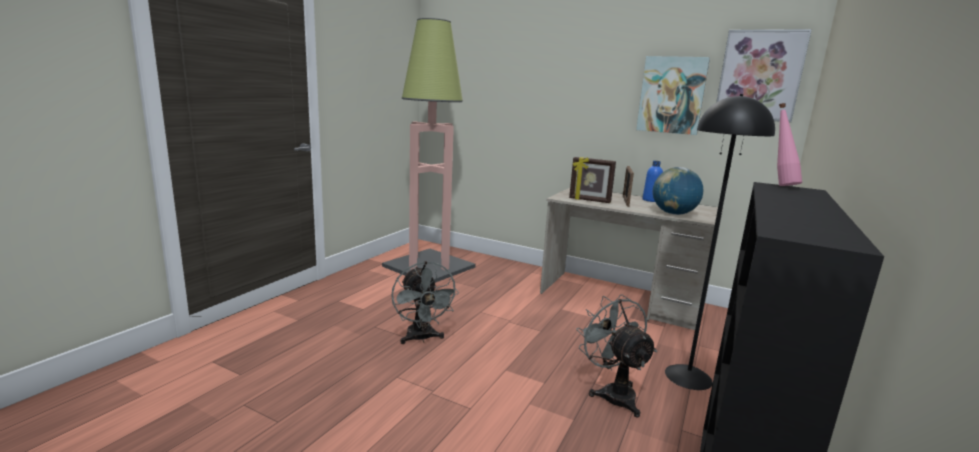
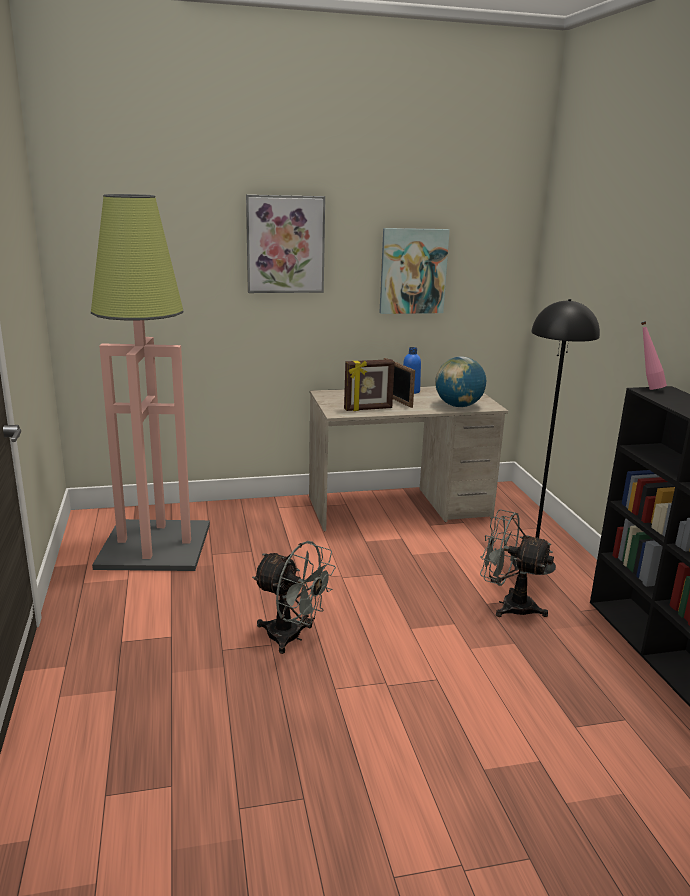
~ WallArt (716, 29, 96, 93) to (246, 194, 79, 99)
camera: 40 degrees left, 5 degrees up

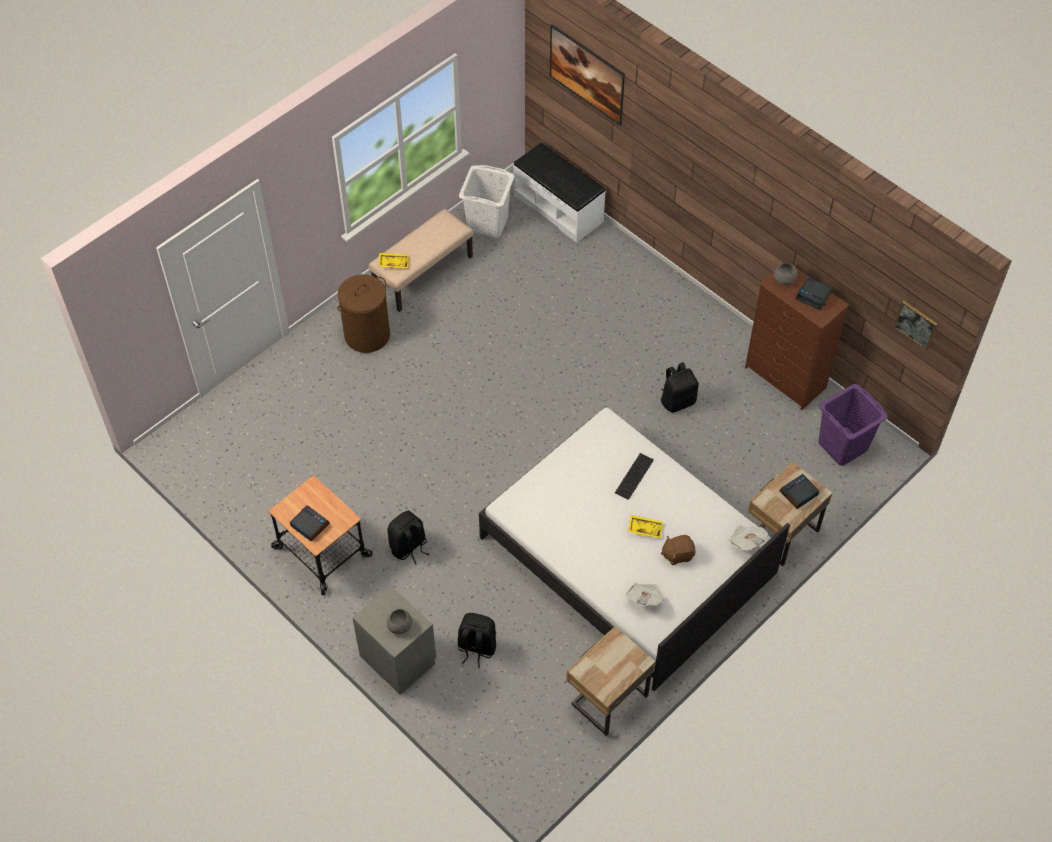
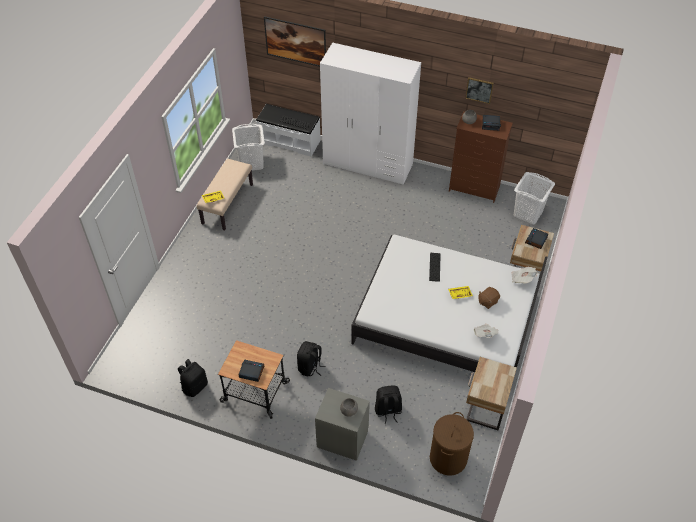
~ BrownishHamper (337, 274, 53, 79) to (430, 412, 44, 64)
~ WallArt (894, 301, 43, 49) to (465, 77, 29, 27)
~ BlackKnapsack (661, 362, 38, 51) to (178, 359, 30, 38)
~ PurpleColouredHamper (818, 384, 70, 82) to WhiteHamper (514, 172, 41, 52)
+ WhiteArmoire (320, 42, 101, 143)
camera: 25 degrees left, 5 degrees down

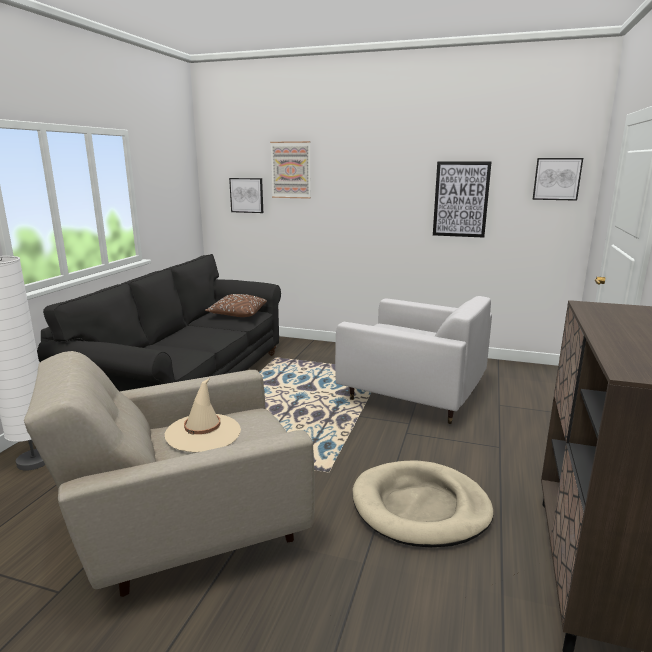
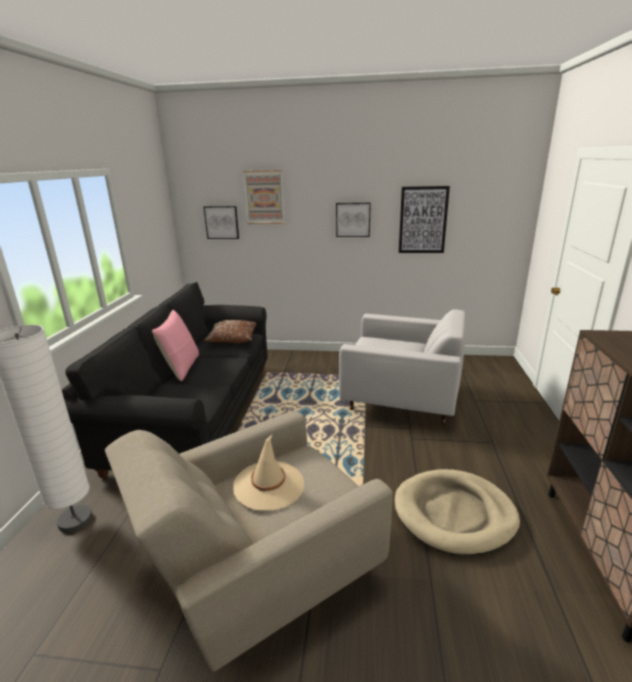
~ WallArt (533, 158, 50, 43) to (336, 203, 35, 34)
+ PinkishPillow (152, 310, 47, 72)
camera: 10 degrees left, 5 degrees up

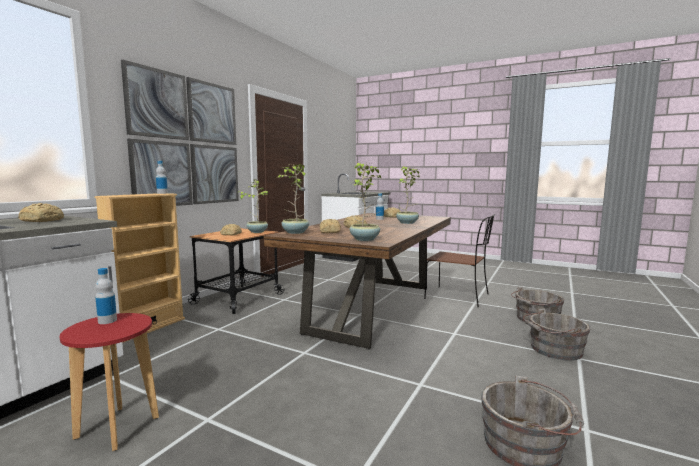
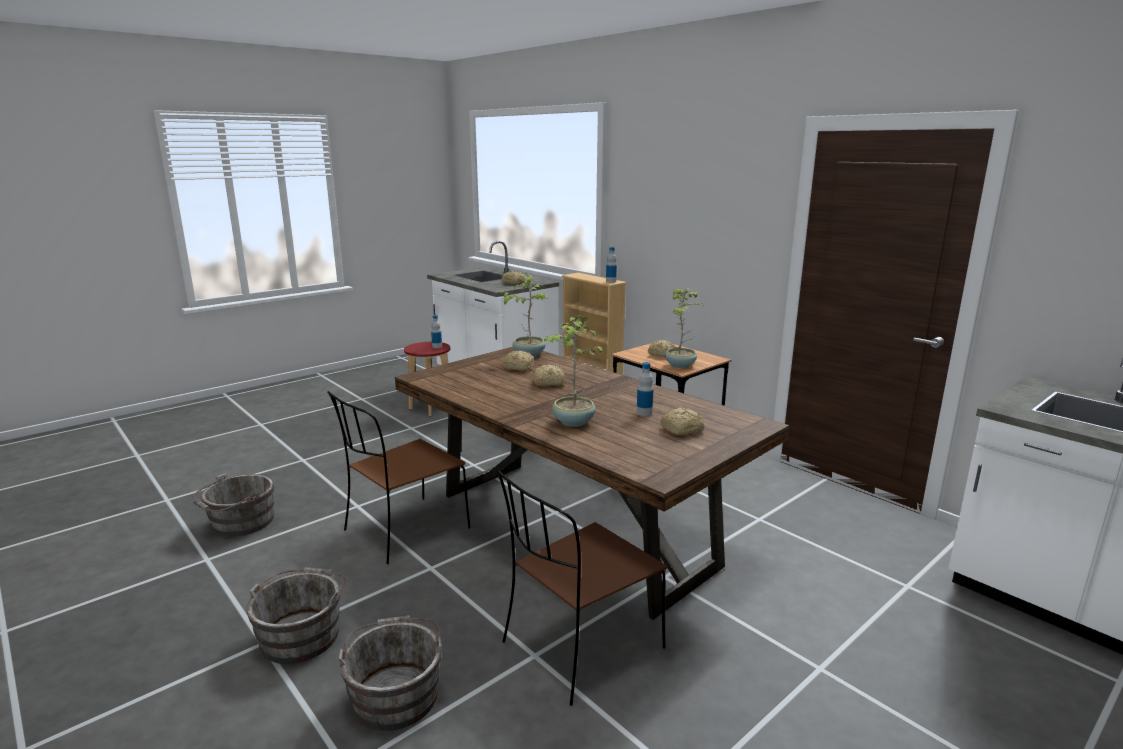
- WallArt (121, 60, 118, 146)
- PlantInAPot (350, 163, 32, 78)
+ BrownishPlainChair (327, 391, 143, 173)
camera: 110 degrees right, 10 degrees up

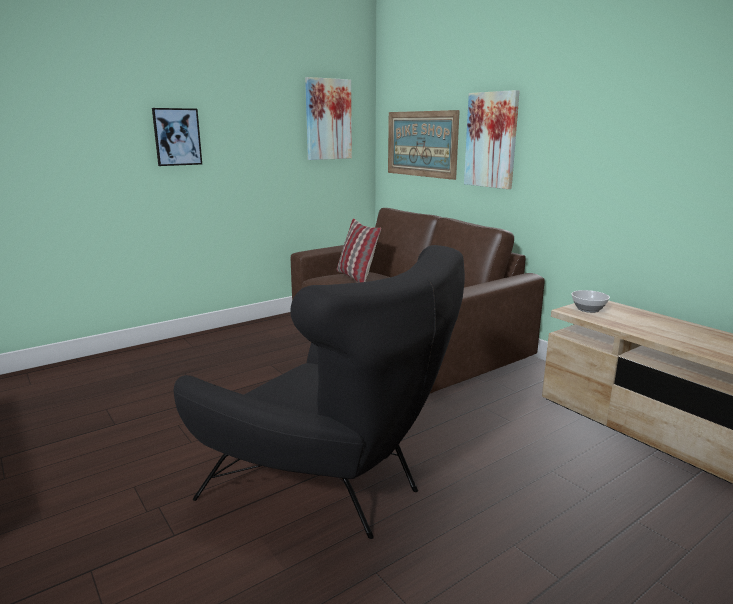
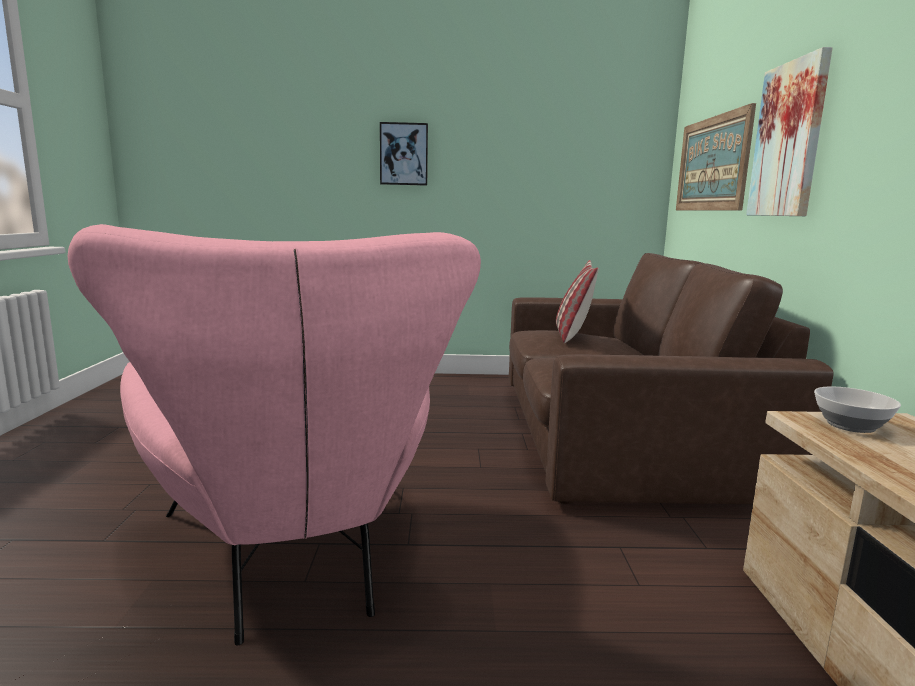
- WallArt (305, 77, 47, 83)
~ BlackArmchair (174, 245, 291, 294) to PinkishArmchair (67, 224, 414, 421)
camera: 35 degrees right, 5 degrees down

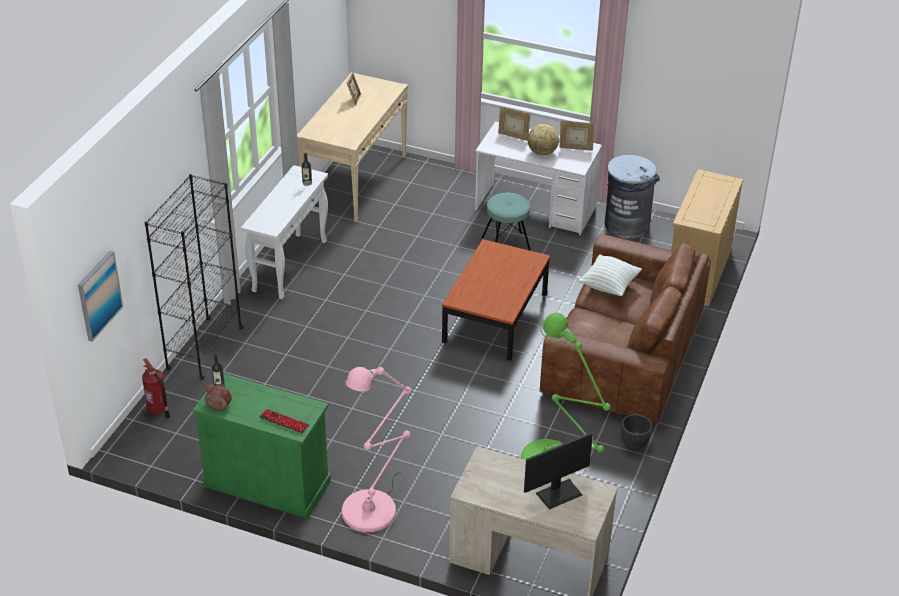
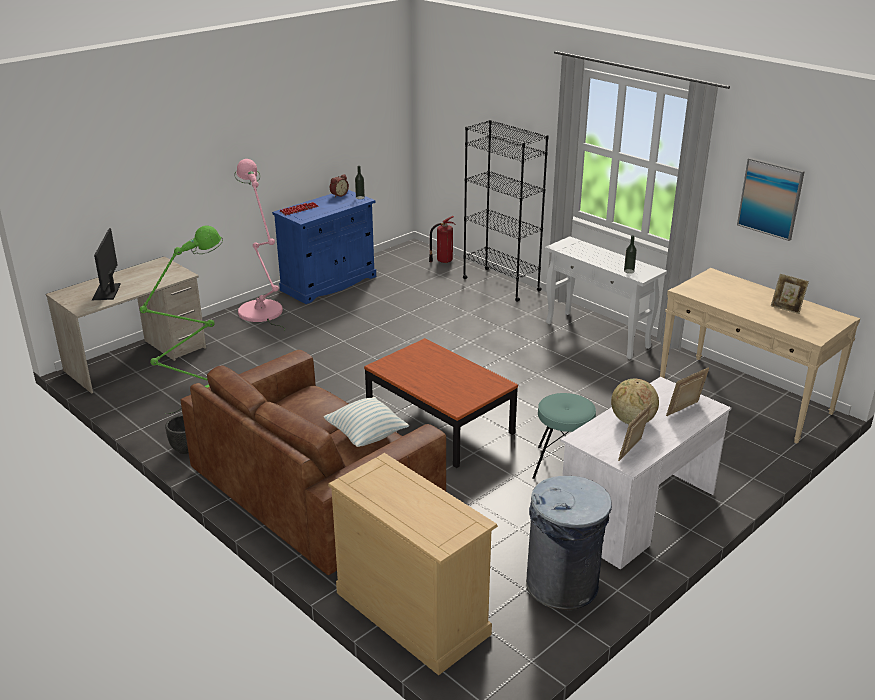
~ WallArt (78, 251, 45, 91) to (737, 158, 68, 83)
~ GreenishStorageCabinet (193, 374, 138, 145) to BlueStorageCabinet (272, 190, 104, 114)
camera: 115 degrees right, 10 degrees down

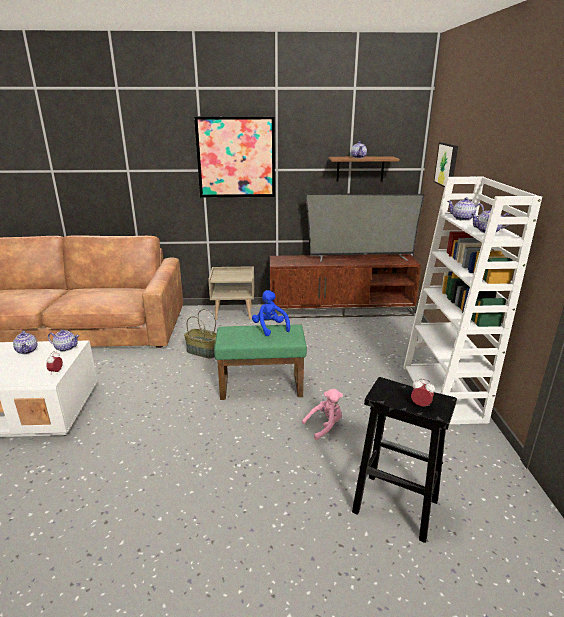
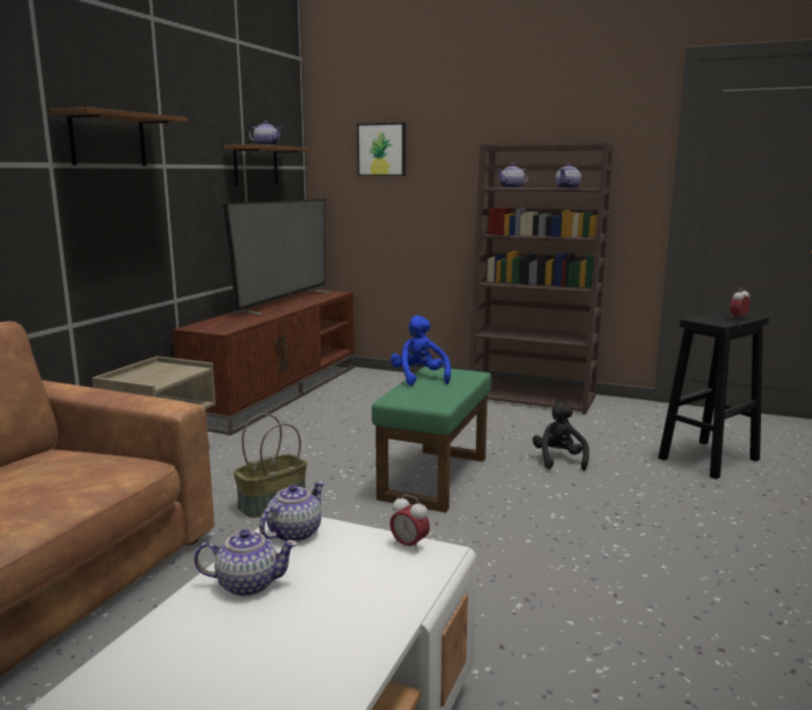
~ WallArt (194, 116, 81, 82) to Shelf (50, 107, 137, 59)
~ WhiteBookcase (403, 177, 139, 247) to BrownishBookcase (469, 142, 144, 273)
~ BlueCuddlyToy (252, 290, 38, 46) = (390, 315, 61, 71) 75 degrees clockwise
~ PinkishCuddlyToy (302, 389, 41, 51) to BlackCuddlyToy (533, 401, 56, 70)
camera: 65 degrees left, 10 degrees down

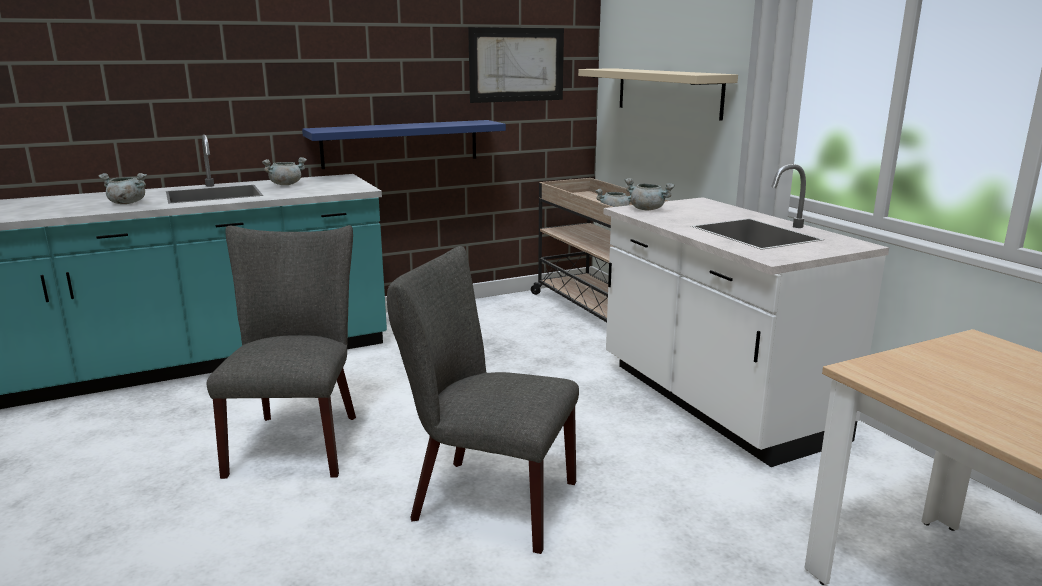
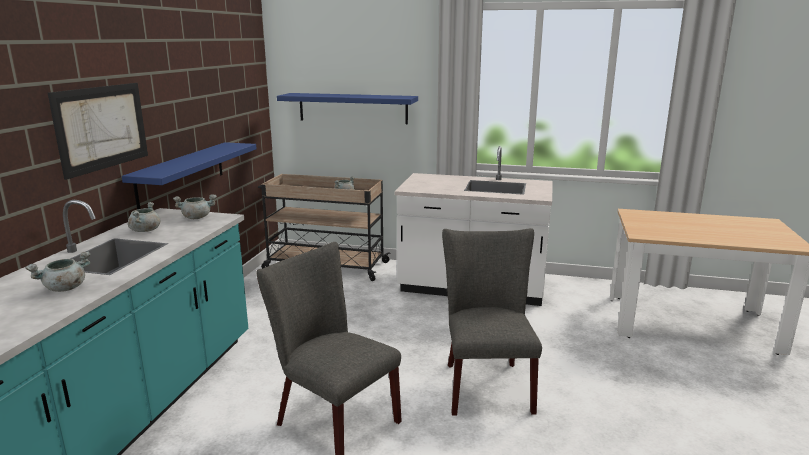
~ WallArt (468, 27, 96, 76) to (48, 83, 100, 97)
~ BeigeShelf (578, 68, 160, 53) to BlueShelf (277, 93, 141, 31)
~ GrayCookingPot (625, 178, 50, 32) to (173, 194, 44, 25)
~ GrayPlainChair (387, 246, 192, 308) = (442, 228, 100, 188) 120 degrees clockwise
camera: 50 degrees left, 0 degrees up

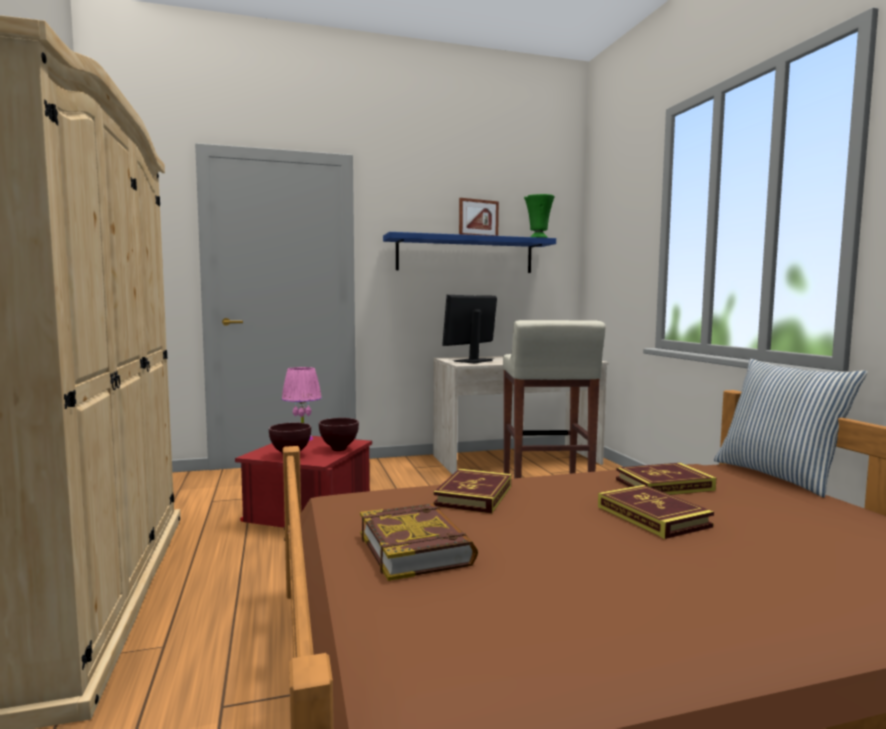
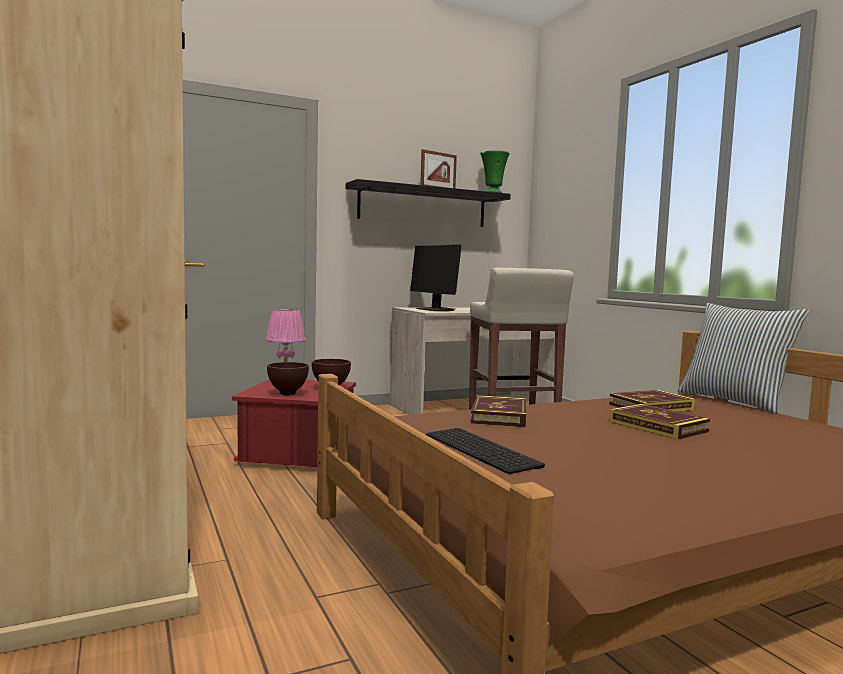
~ BlueShelf (383, 232, 173, 41) to BlackShelf (346, 179, 165, 48)
~ ComputerScreen (442, 295, 55, 68) = (410, 244, 51, 67) 60 degrees counterclockwise
~ BoundBook (360, 503, 118, 78) to PcKeyboard (426, 428, 119, 46)
camera: 10 degrees left, 0 degrees up

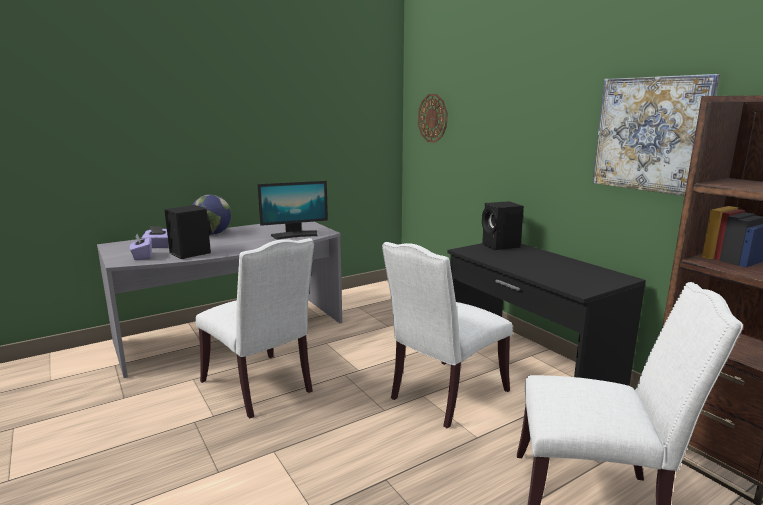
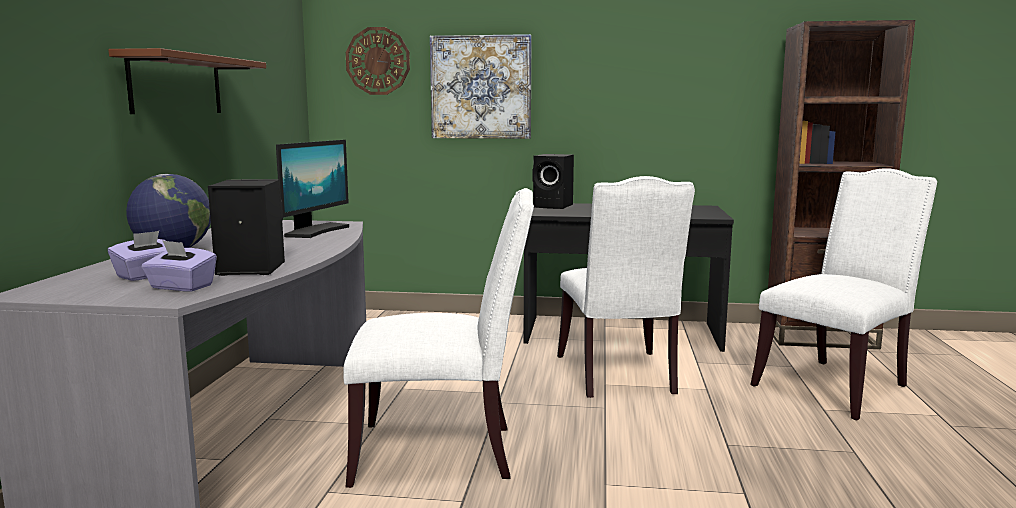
~ WallArt (592, 74, 128, 122) to (430, 34, 102, 105)
+ BrownishShelf (108, 48, 158, 66)
camera: 50 degrees left, 5 degrees down

